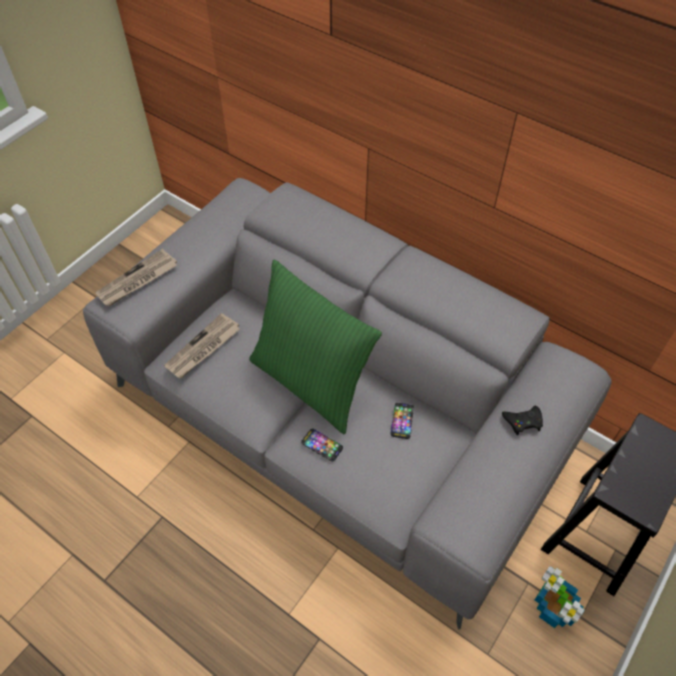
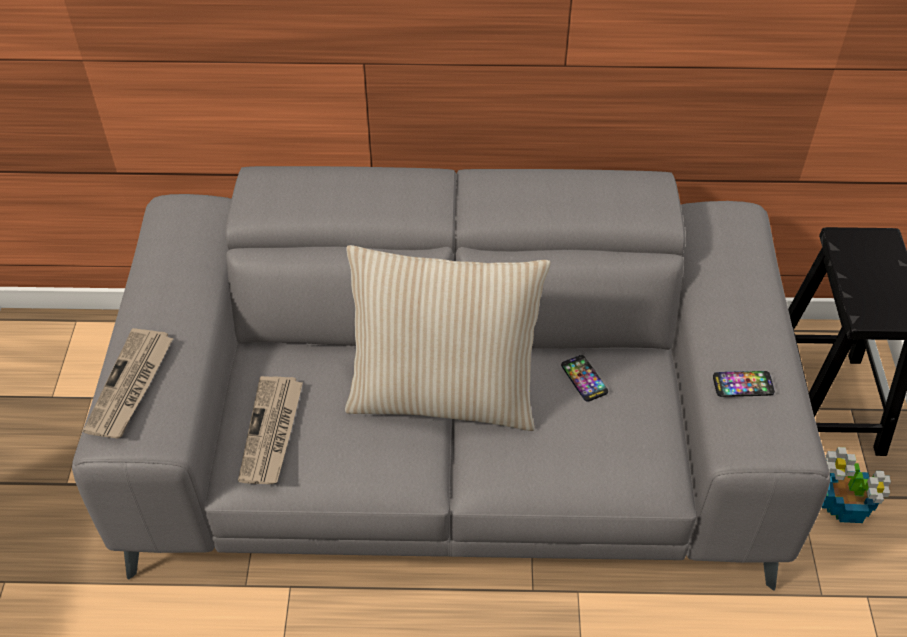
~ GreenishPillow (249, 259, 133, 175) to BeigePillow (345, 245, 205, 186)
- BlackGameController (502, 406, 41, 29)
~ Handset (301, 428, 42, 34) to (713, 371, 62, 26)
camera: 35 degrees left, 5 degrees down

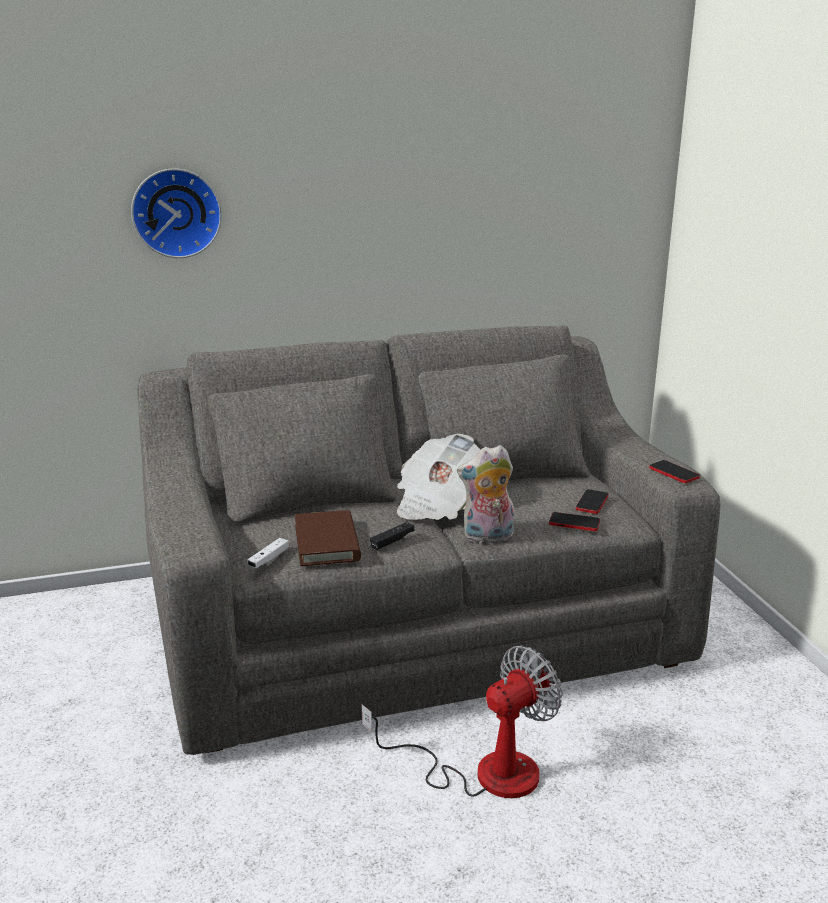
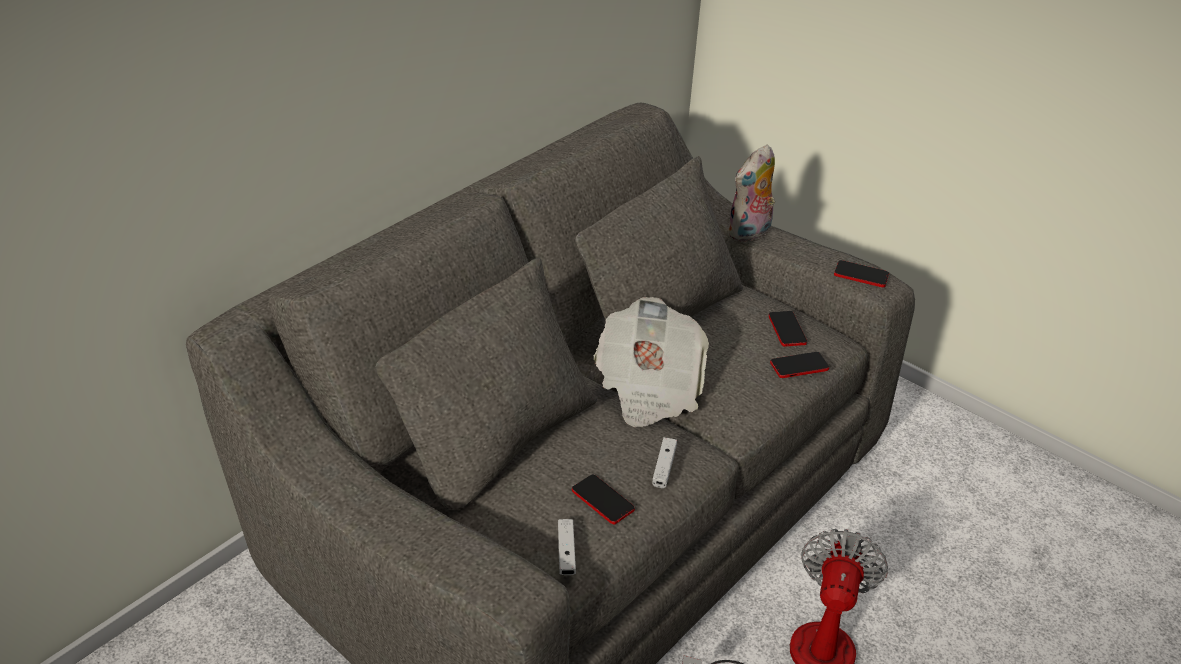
- HangingClock (131, 168, 91, 90)
~ CuddlyToy (457, 445, 57, 100) to (727, 145, 48, 98)
~ BrownishBoundBook (295, 510, 66, 56) to Handset (572, 474, 63, 50)
~ BlackGameController (370, 522, 44, 28) to WhiteGameController (652, 437, 25, 51)
camera: 35 degrees left, 15 degrees up

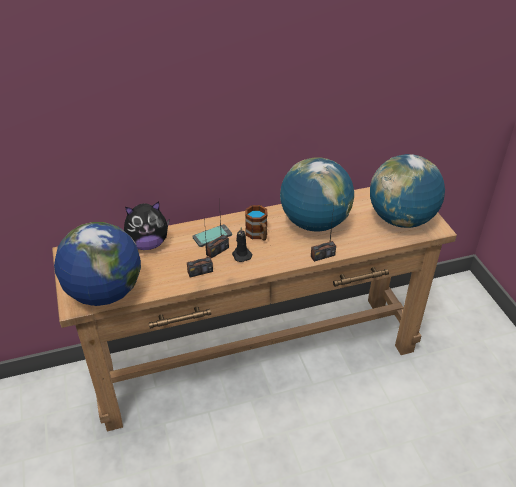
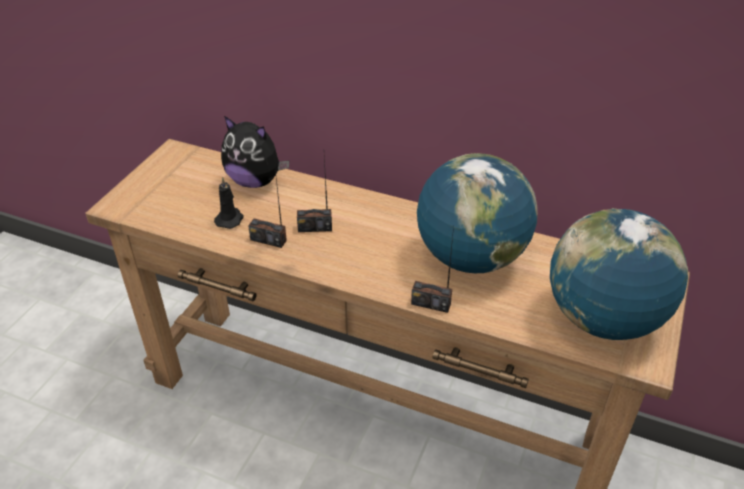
- Mug (245, 205, 23, 36)
- Globe (54, 222, 87, 84)
- Handset (193, 224, 39, 23)
~ BlackCandle (232, 227, 20, 35) to (214, 177, 30, 52)
camera: 40 degrees right, 0 degrees up

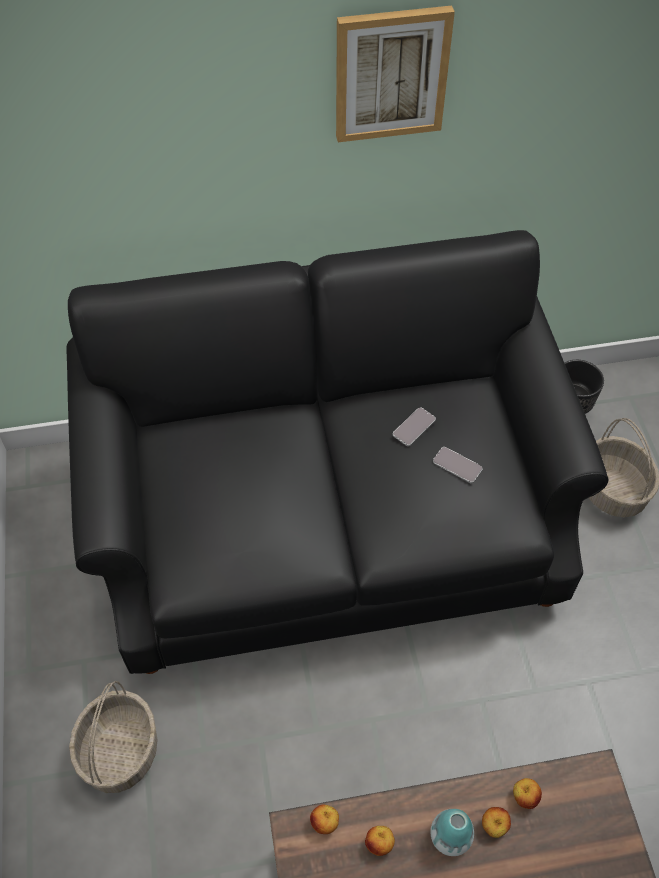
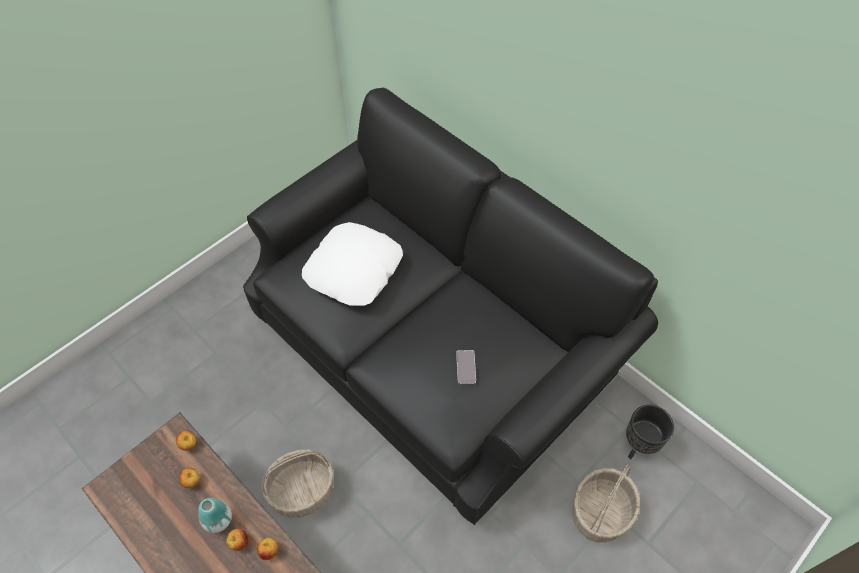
- WallArt (336, 5, 119, 137)
- Handset (393, 407, 43, 39)
~ Basket (69, 681, 89, 112) to (262, 450, 72, 68)
+ WhitePillow (302, 222, 101, 84)
camera: 55 degrees right, 0 degrees up

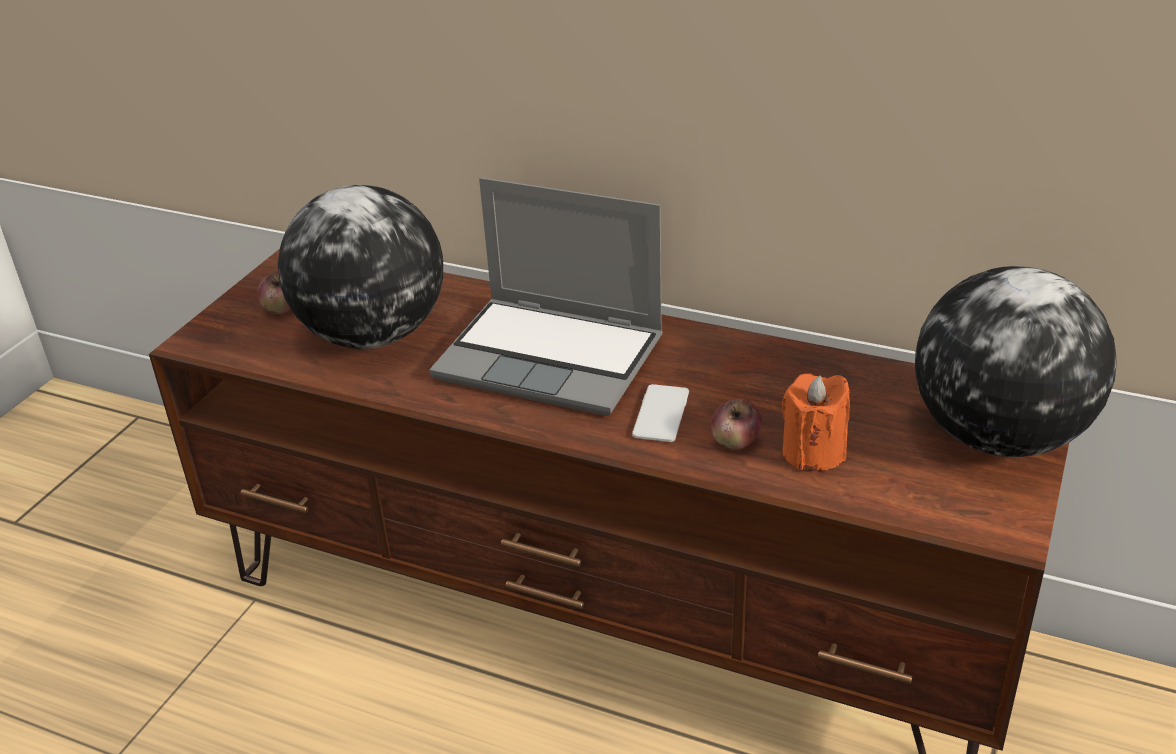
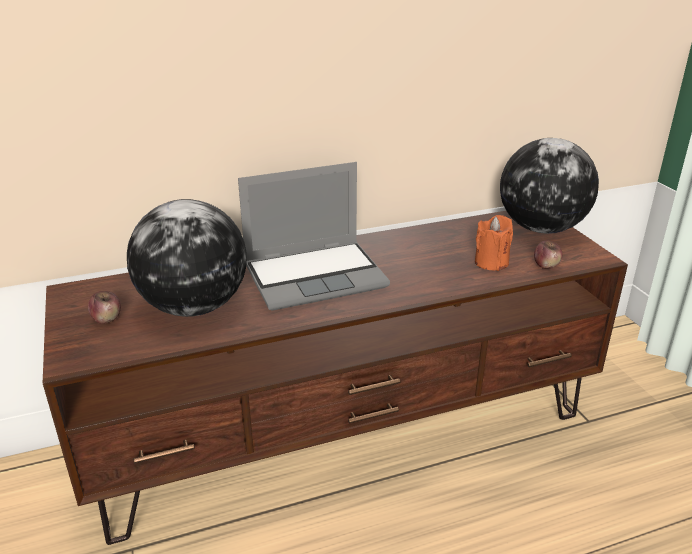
- Handset (632, 384, 57, 58)
~ Apple (711, 399, 51, 51) to (534, 241, 29, 28)
camera: 45 degrees left, 5 degrees down

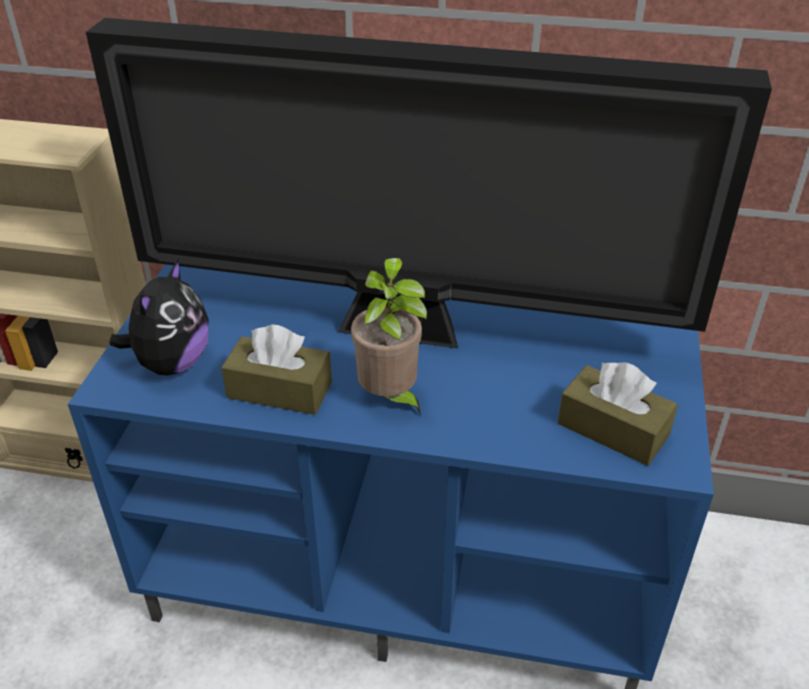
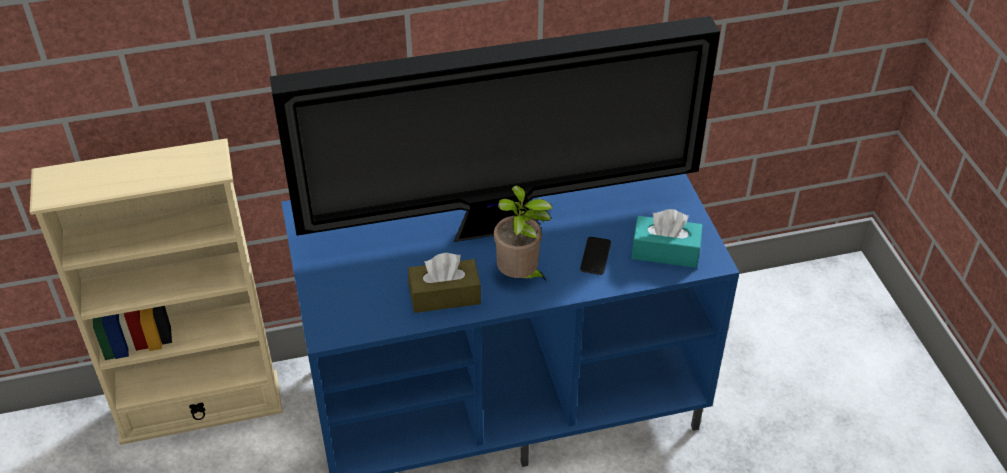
- CuddlyToy (109, 259, 100, 116)
~ BrownishTissueBox (558, 362, 120, 104) to TurquoiseTissueBox (632, 209, 70, 59)
+ Handset (580, 237, 31, 38)
camera: 25 degrees left, 5 degrees up

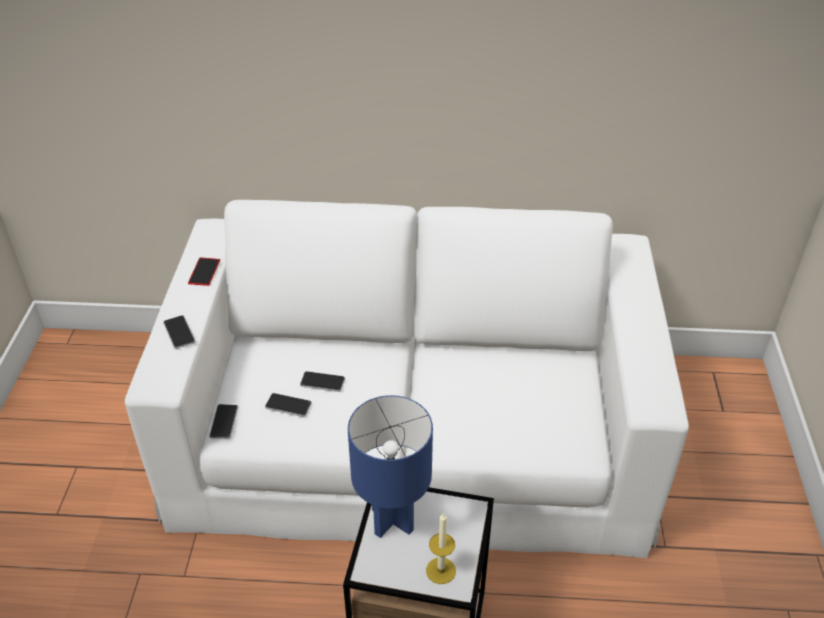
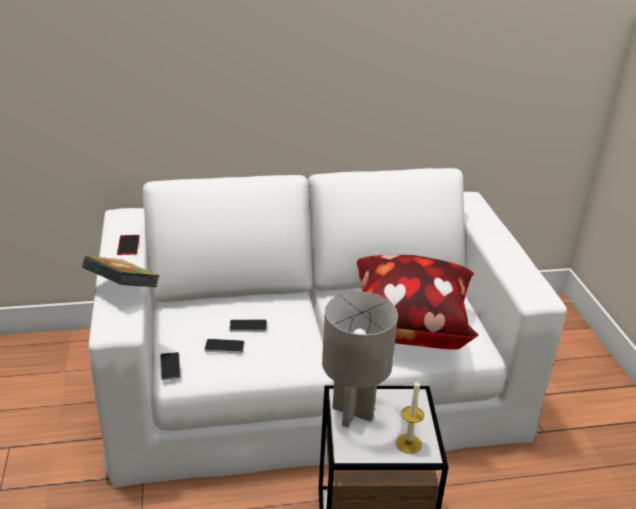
~ Handset (163, 315, 32, 34) to BoundBook (82, 256, 78, 31)
~ BlueTabletopLamp (348, 395, 85, 143) to GrayTabletopLamp (322, 291, 76, 137)
+ Pillow (357, 255, 121, 94)
camera: 15 degrees left, 10 degrees down

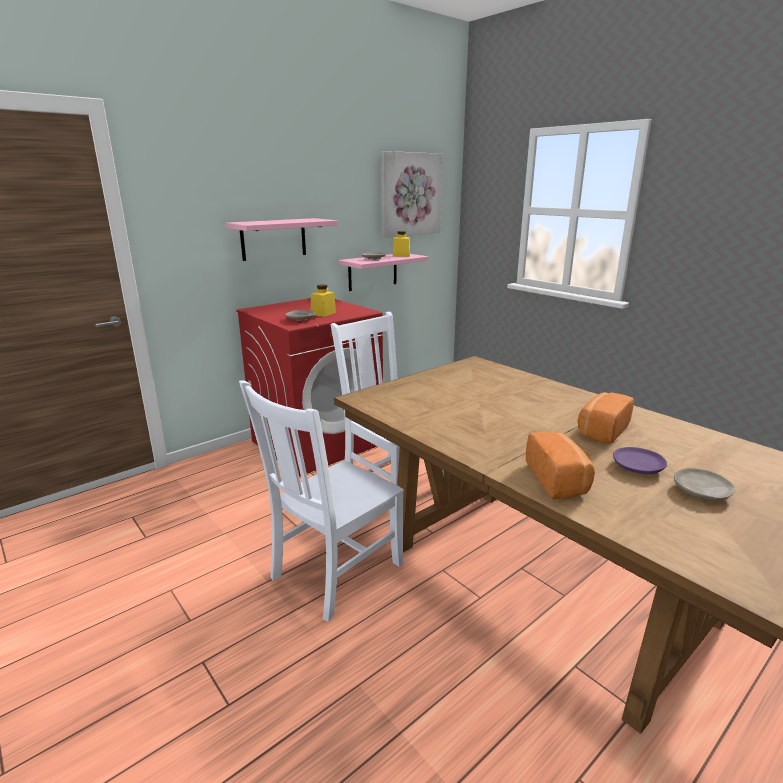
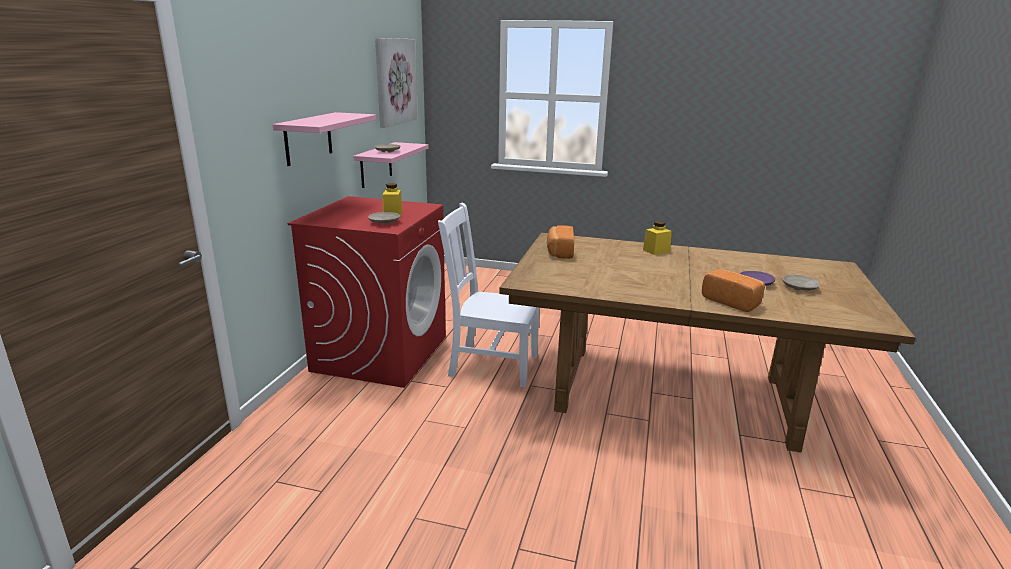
~ YellowJar (393, 231, 17, 26) to (643, 221, 29, 34)
- WhitePlainChair (239, 380, 165, 242)
~ BakeryBread (578, 392, 56, 52) to (547, 225, 27, 34)
camera: 35 degrees left, 0 degrees up

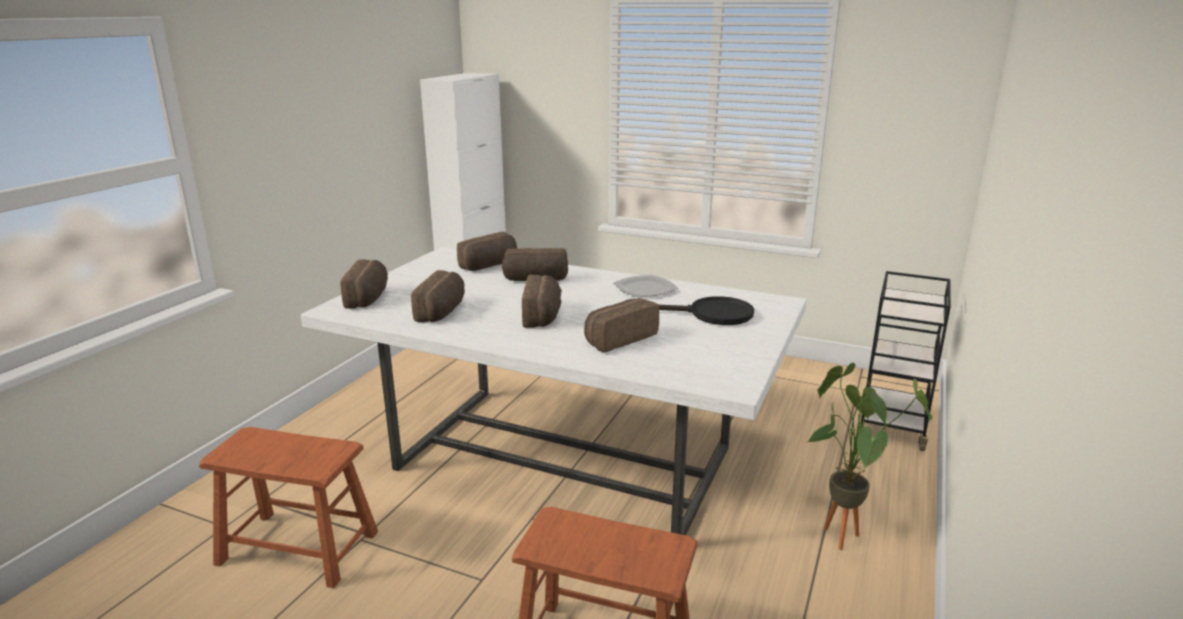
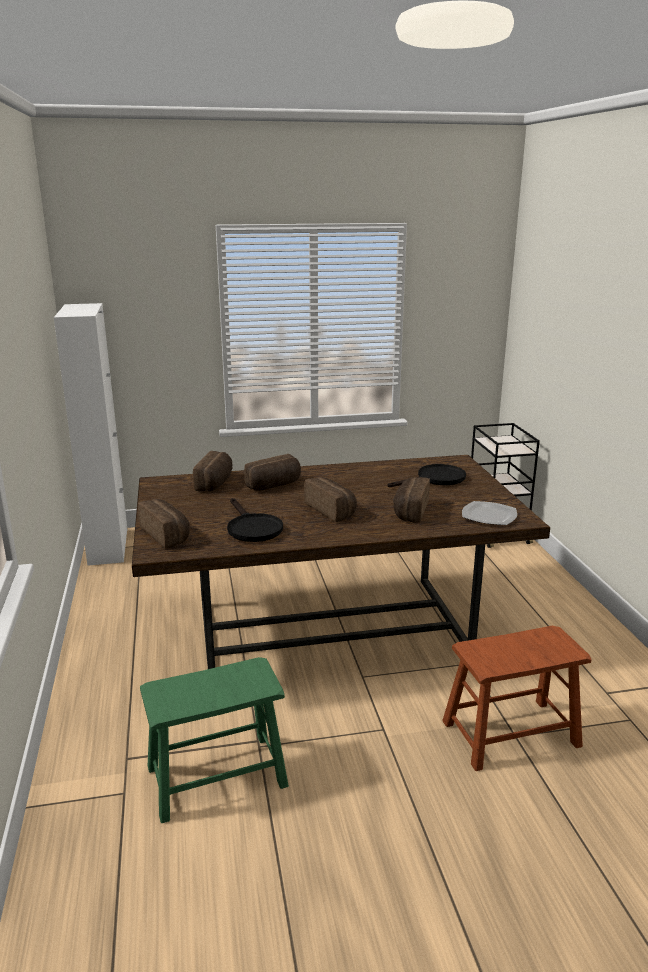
~ WhiteDiningTable (301, 247, 506, 288) to BrownishDiningTable (132, 455, 418, 214)
~ BakeryBread (411, 270, 54, 52) to BlackSkillet (227, 498, 56, 44)
~ FlatDish (614, 275, 64, 22) to (462, 501, 55, 24)
- PlantInAPot (807, 363, 126, 187)
~ BrownishStoolSeat (199, 427, 179, 161) to GreenishStoolSeat (140, 657, 149, 166)
camera: 35 degrees left, 0 degrees up

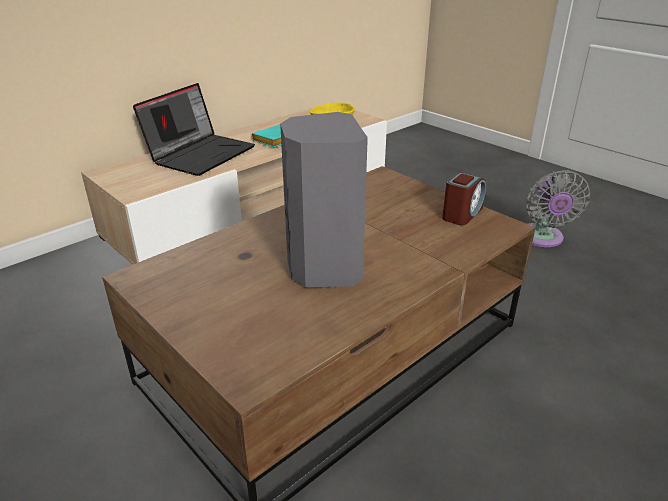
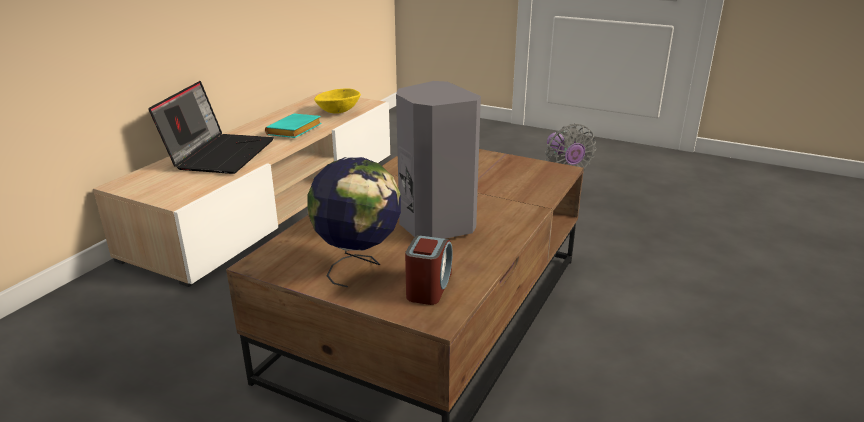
~ BedsideClock (442, 172, 44, 53) to (405, 235, 48, 70)
+ Globe (307, 157, 94, 131)
camera: 20 degrees left, 5 degrees down

